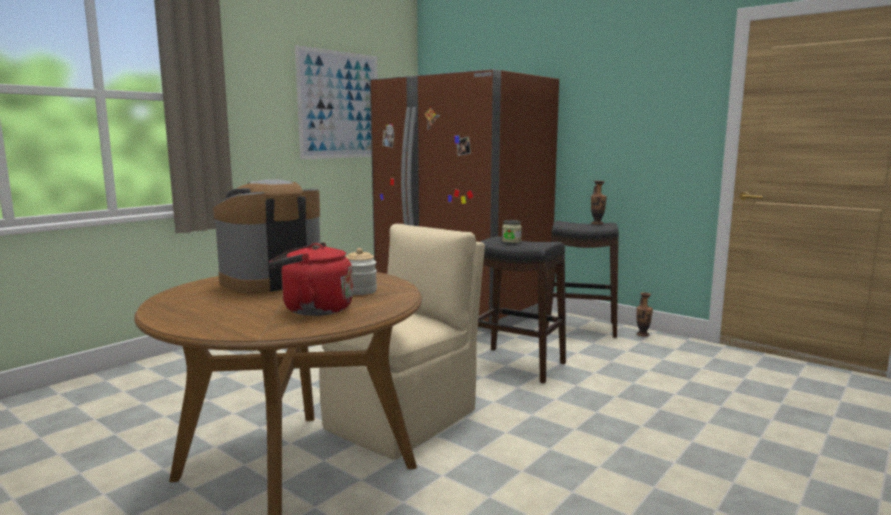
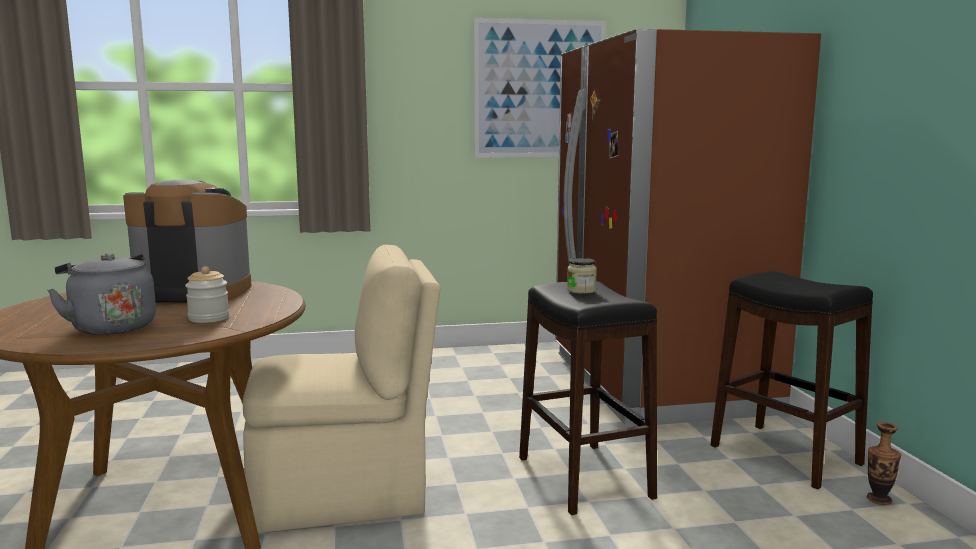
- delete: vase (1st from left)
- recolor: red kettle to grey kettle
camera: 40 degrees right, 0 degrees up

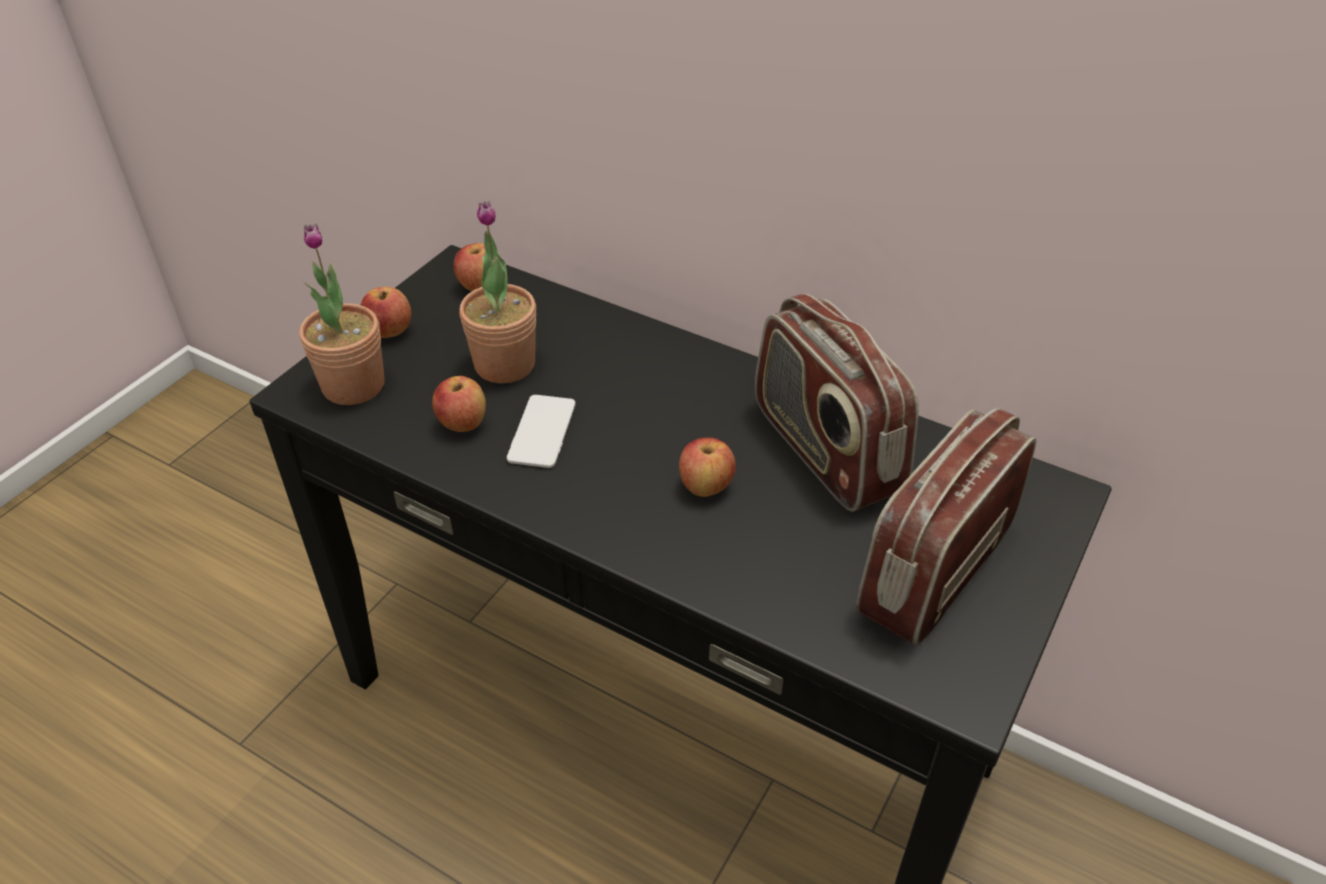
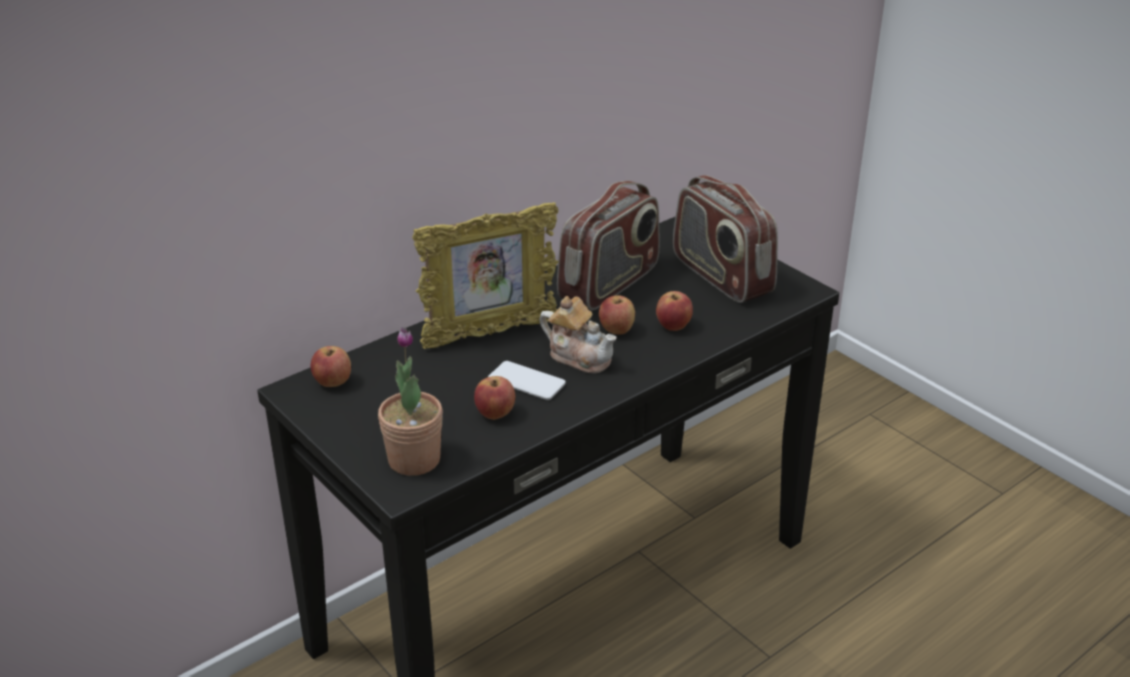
- delete: potted plant (2nd from left)
- move: apple (1st from left in the first image) to apple (4th from left)
- rotate: radio (1st from left) 45 degrees counterclockwise
- insert: picture frame
- insert: teapot
camera: 70 degrees left, 10 degrees down

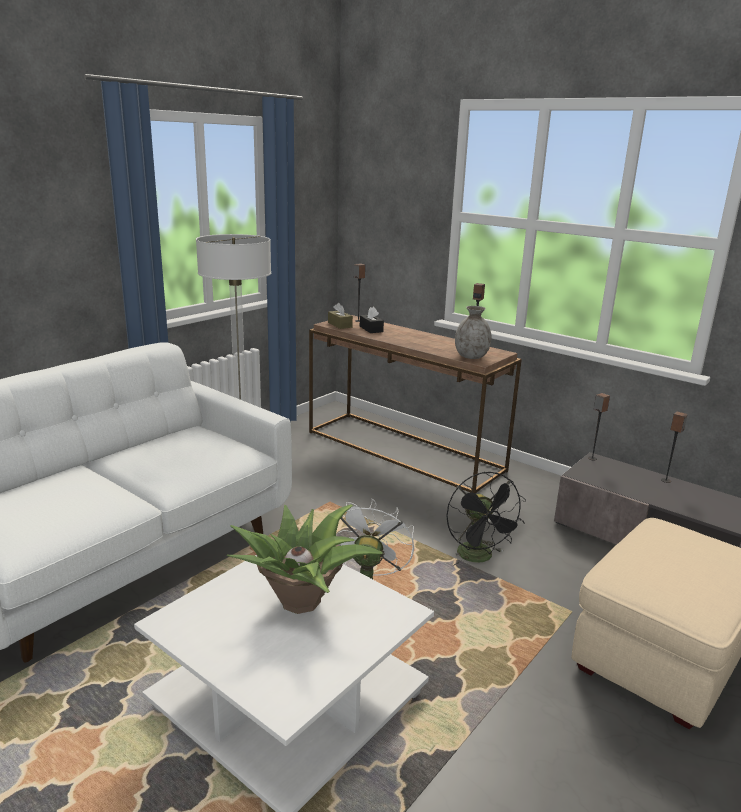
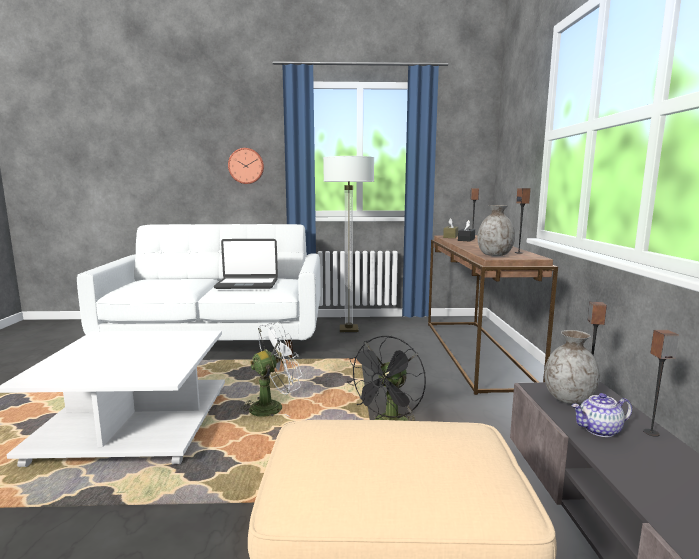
- delete: potted plant
- insert: wall clock
- insert: laptop
- insert: grey vase (2nd from left)
- insert: teapot
camera: 50 degrees right, 10 degrees down

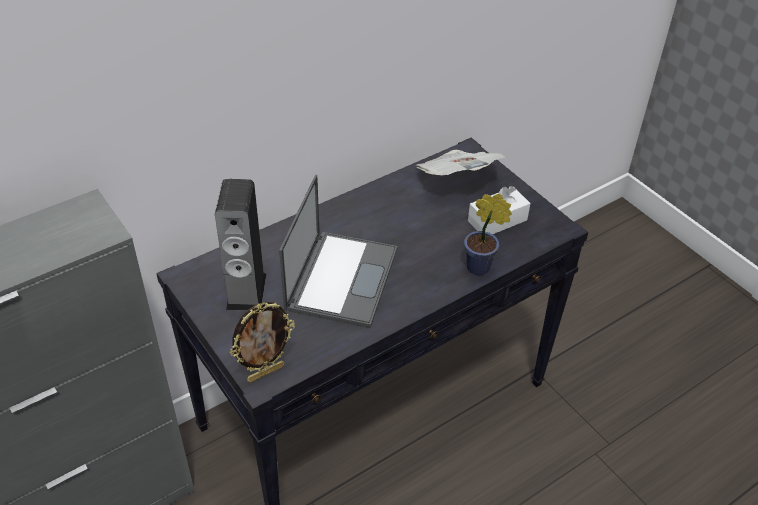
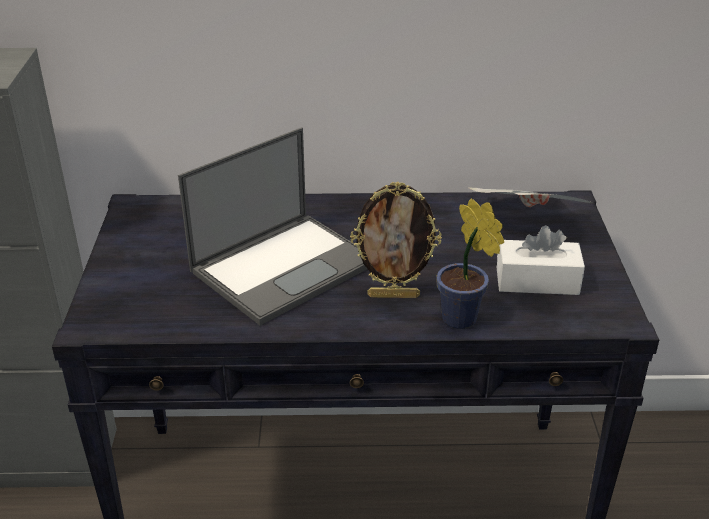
- delete: speaker
- move: picture frame
camera: 35 degrees right, 10 degrees down

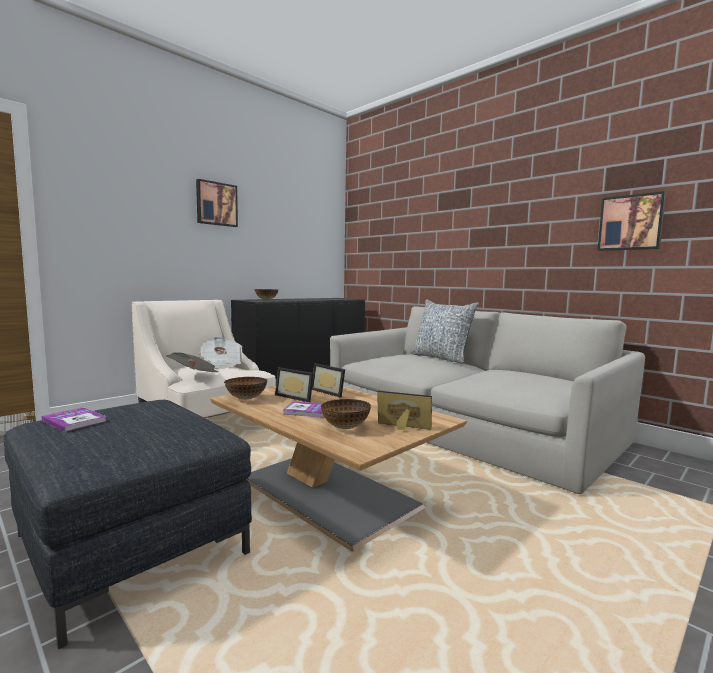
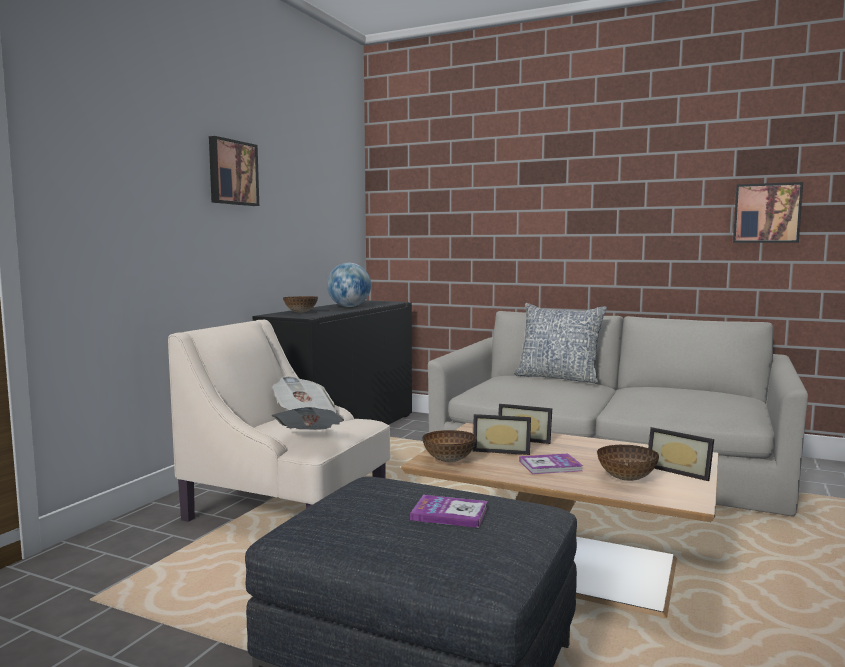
- rotate: picture frame (3rd from left) 135 degrees counterclockwise
- move: book (1st from left)
- insert: globe
camera: 20 degrees left, 0 degrees up

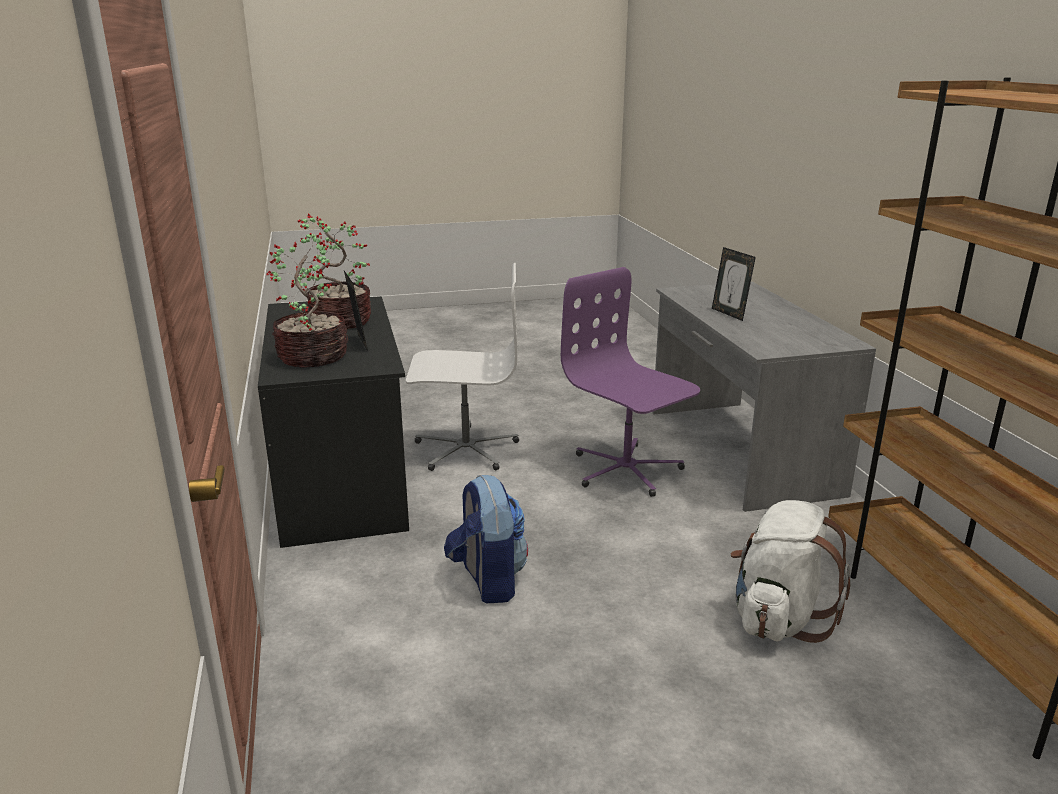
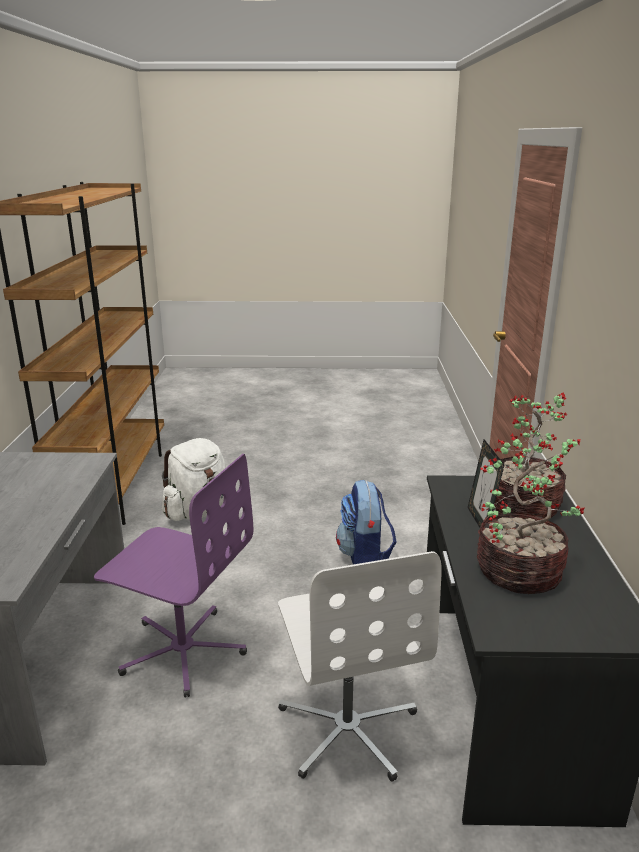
- delete: picture frame (2nd from left)
- rotate: white office chair 120 degrees counterclockwise
- rotate: purple office chair 45 degrees counterclockwise
camera: 165 degrees left, 0 degrees up

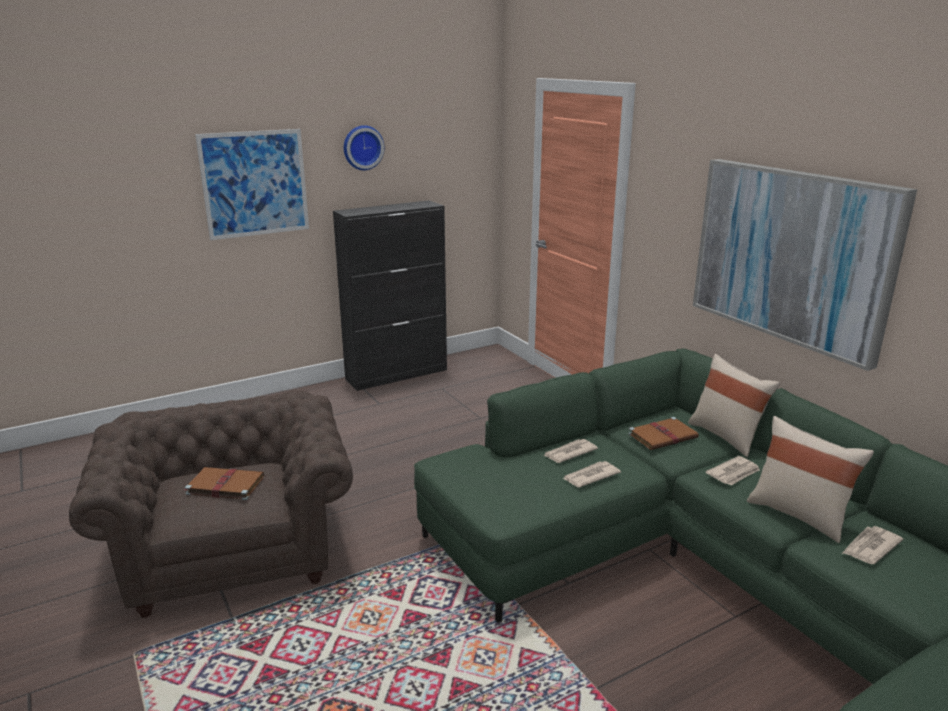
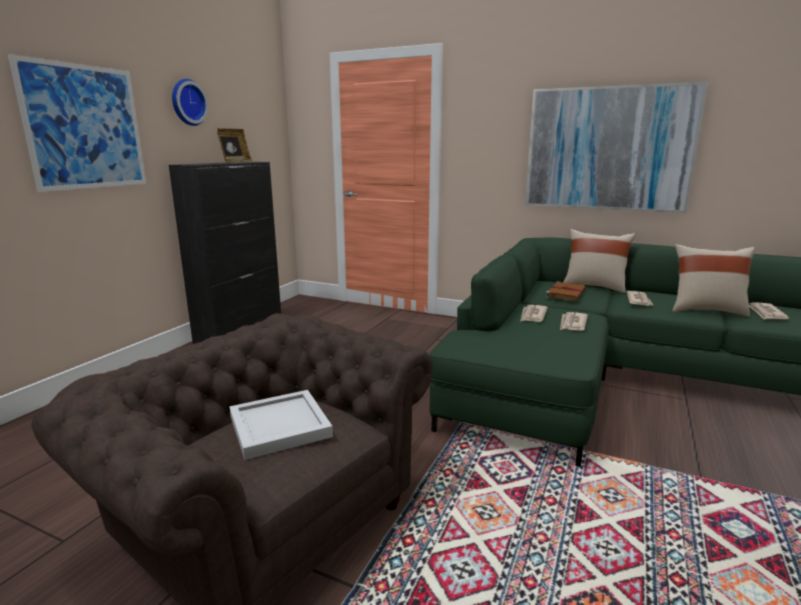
- replace: brown book (1st from left) to white tray
- insert: picture frame
camera: 35 degrees left, 5 degrees down

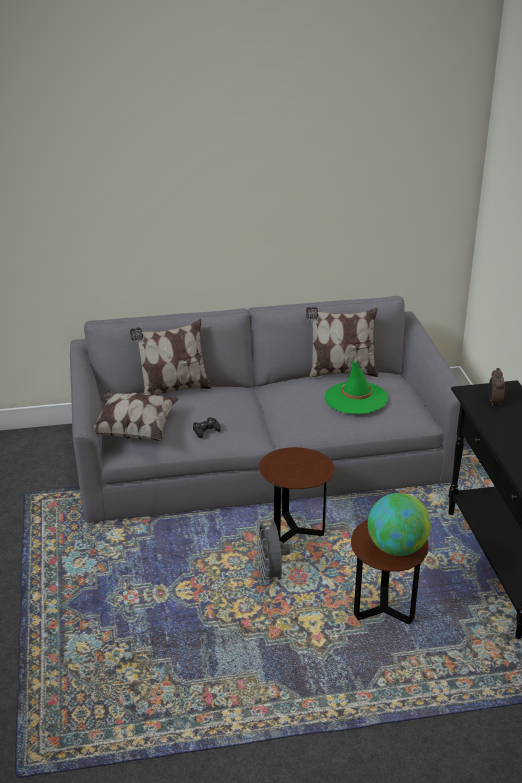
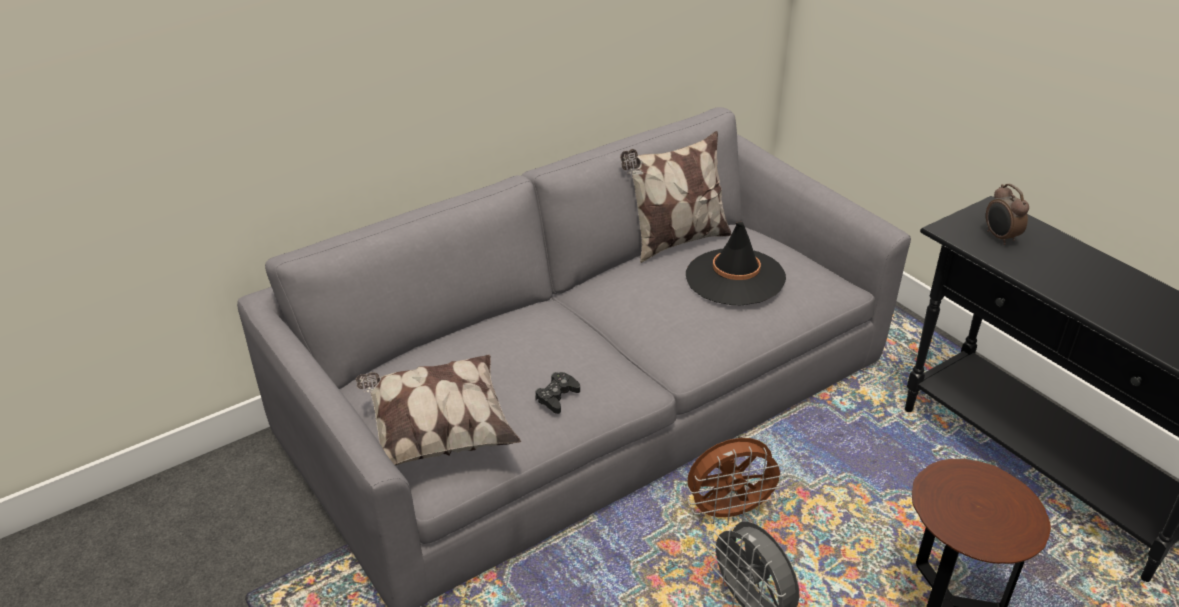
- delete: pillow (2nd from left)
- recolor: green hat to black hat
- replace: brown side table (1st from left) to brown fan
- delete: globe
camera: 25 degrees left, 5 degrees up

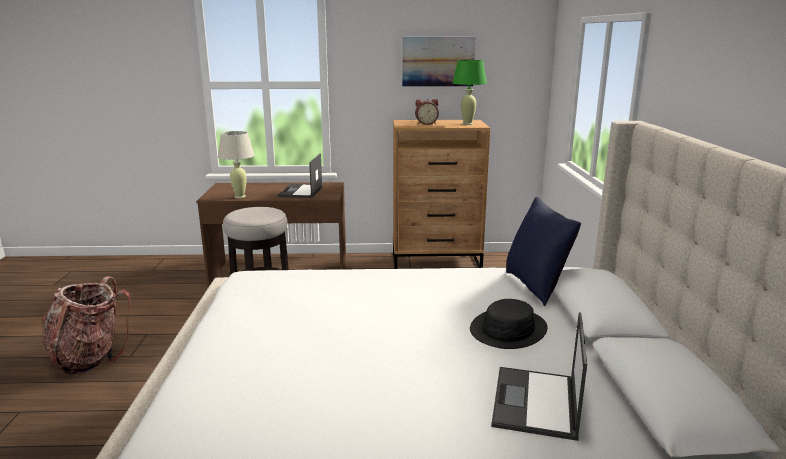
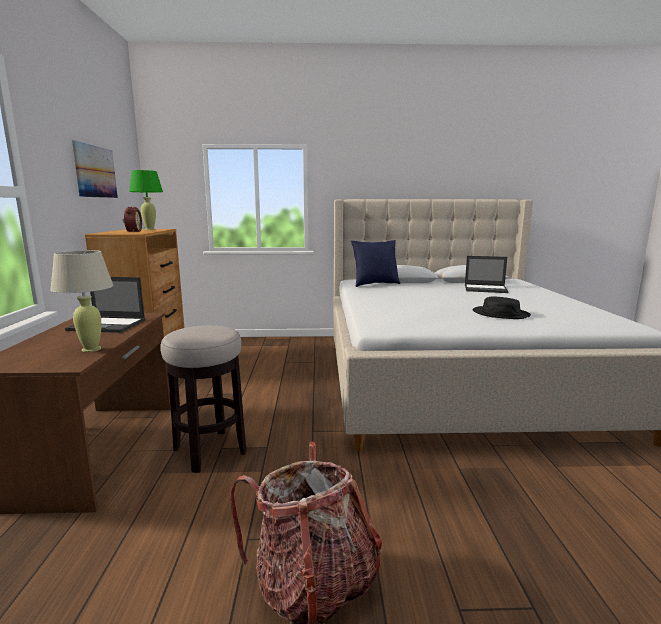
- move: black hat
camera: 90 degrees left, 5 degrees down

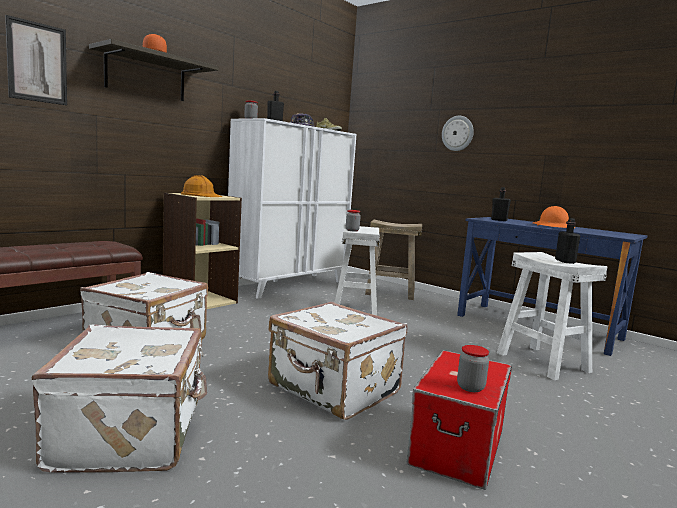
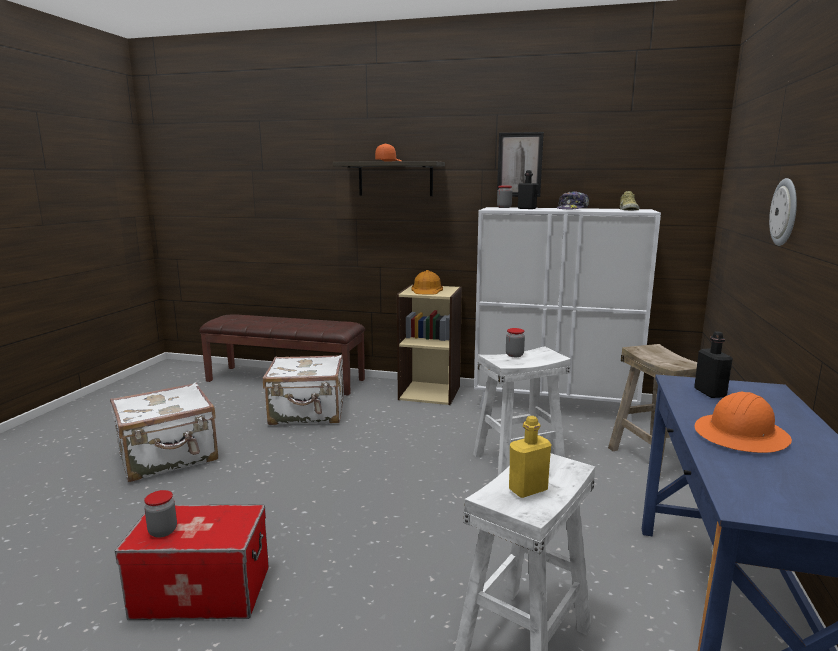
- move: picture
- recolor: black bottle (3rd from left) to yellow bottle
- delete: white suitcase (3rd from left)
camera: 65 degrees right, 5 degrees up

